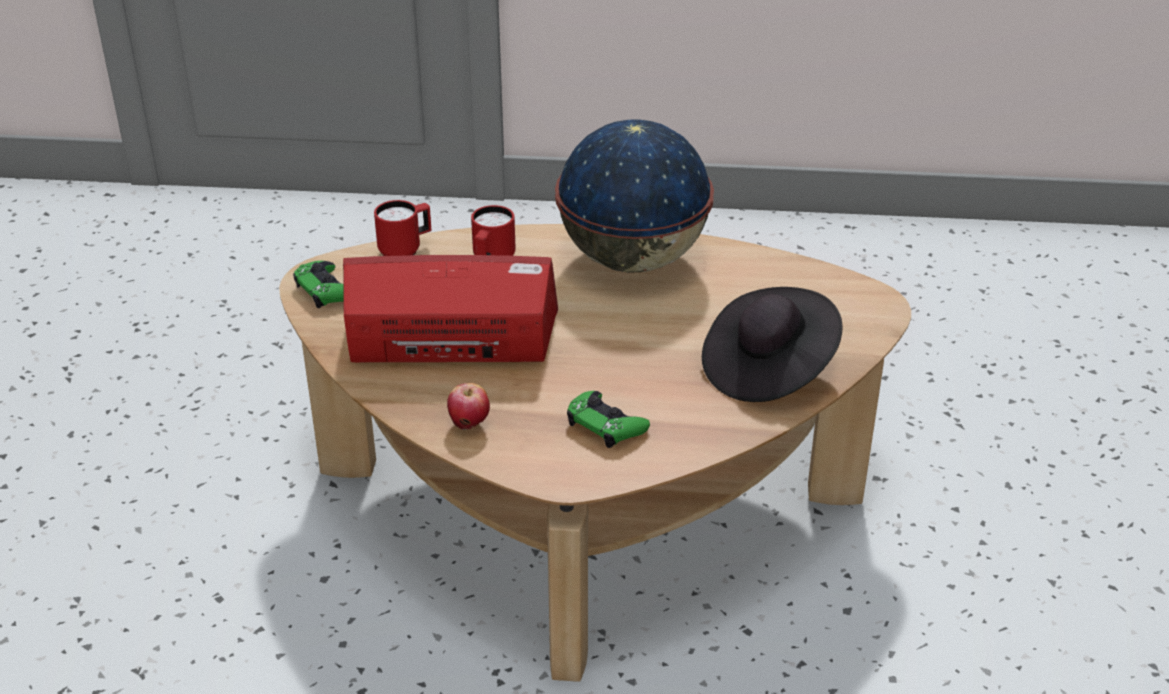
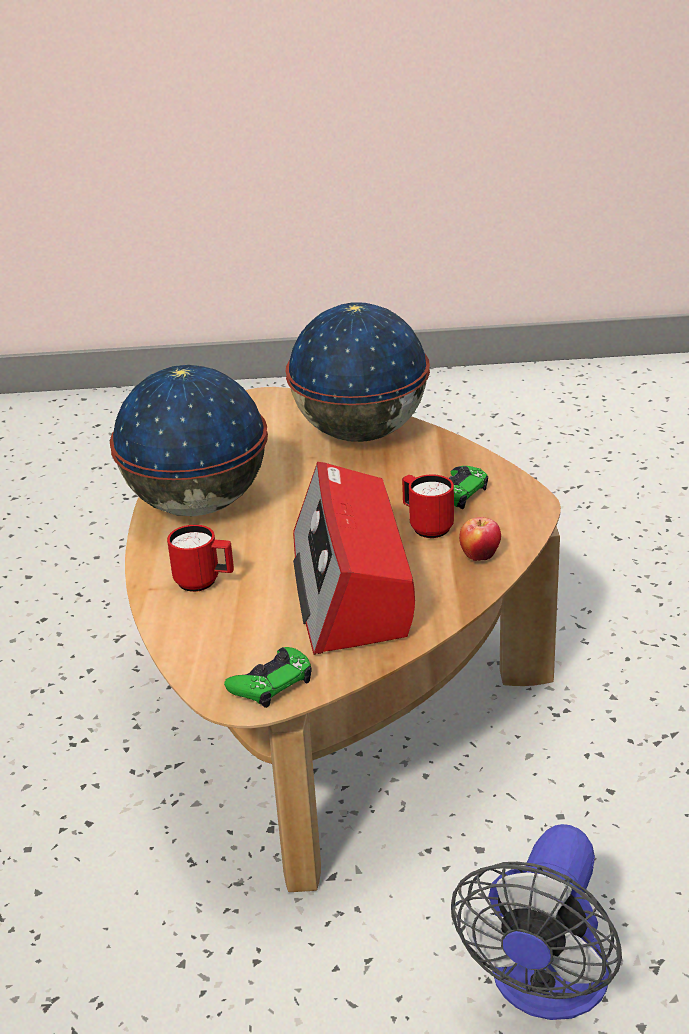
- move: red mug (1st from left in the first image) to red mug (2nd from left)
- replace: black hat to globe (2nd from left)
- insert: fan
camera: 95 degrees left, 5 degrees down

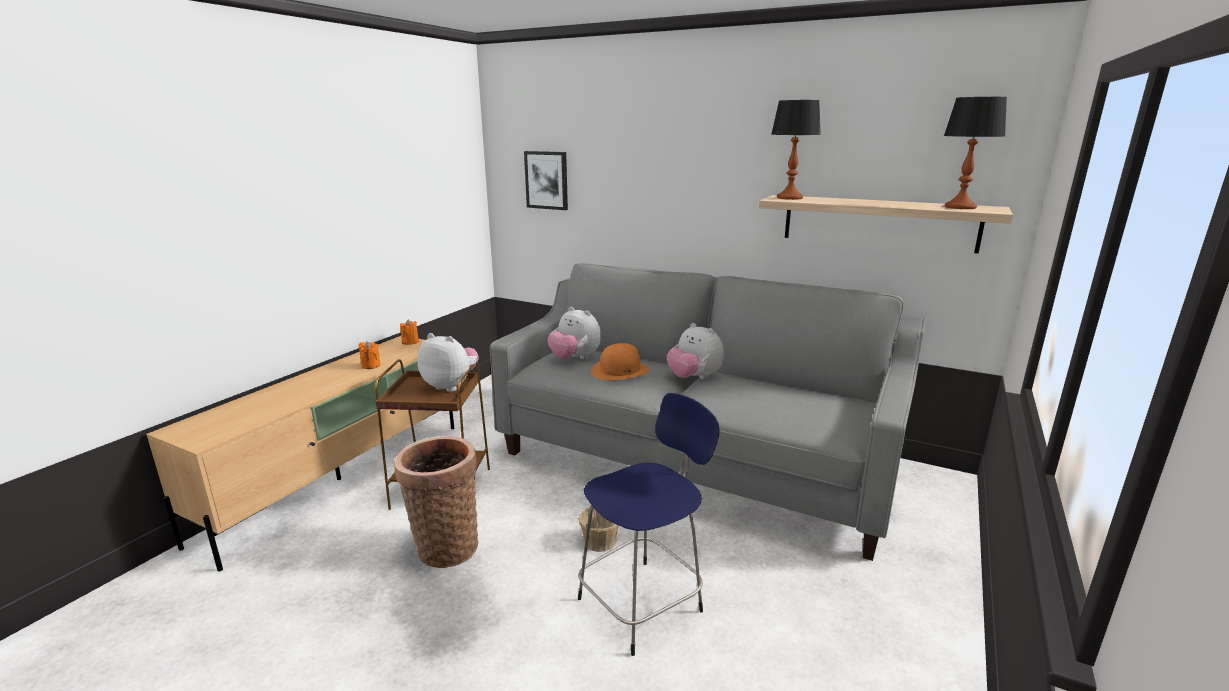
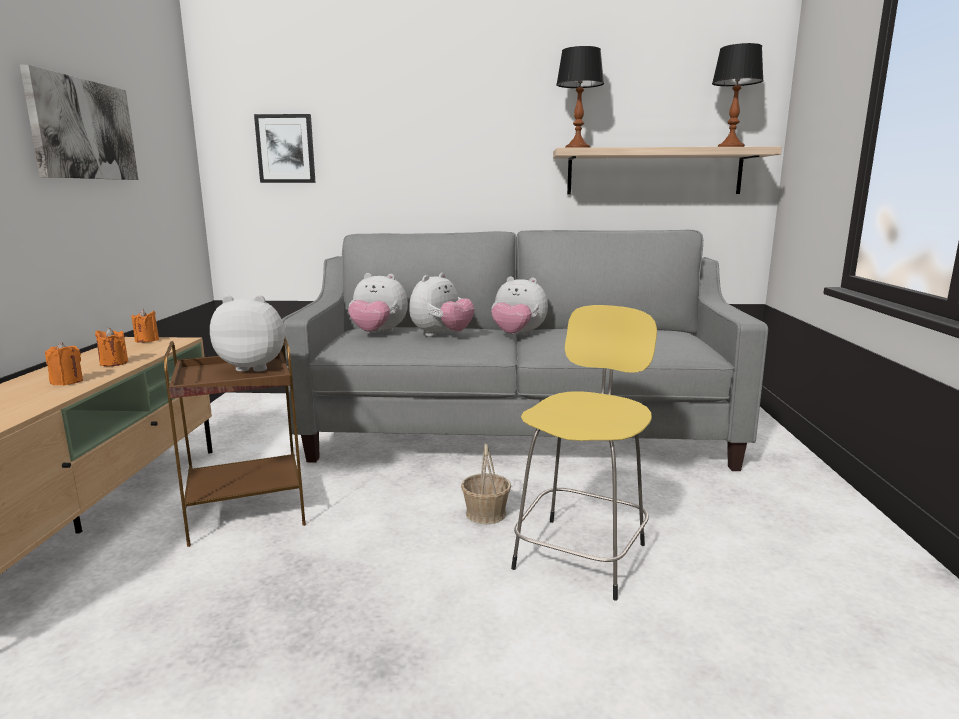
- replace: orange hat to plush toy (3rd from left)
- recolor: blue stool to yellow stool
- delete: basket (1st from left)
- insert: picture (1st from left)
- insert: orange candle (1st from left)
camera: 25 degrees left, 5 degrees down

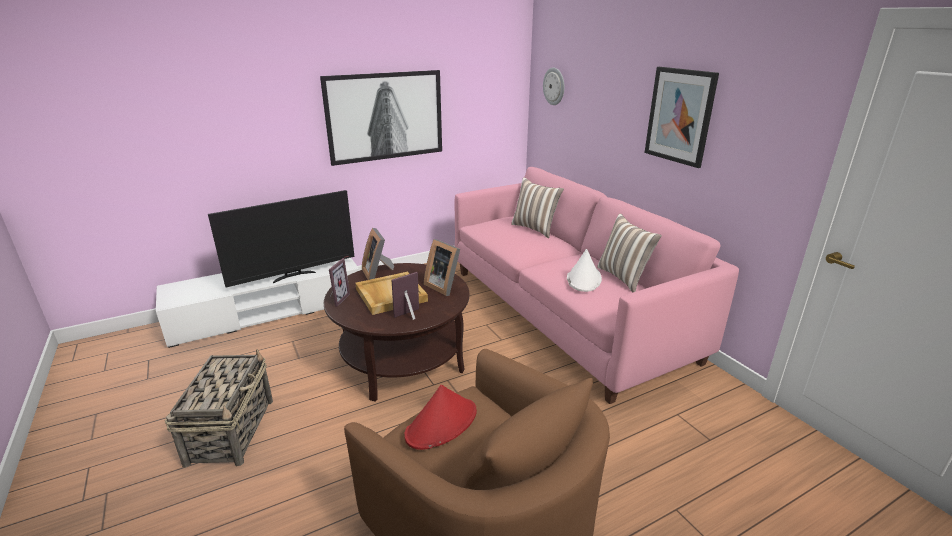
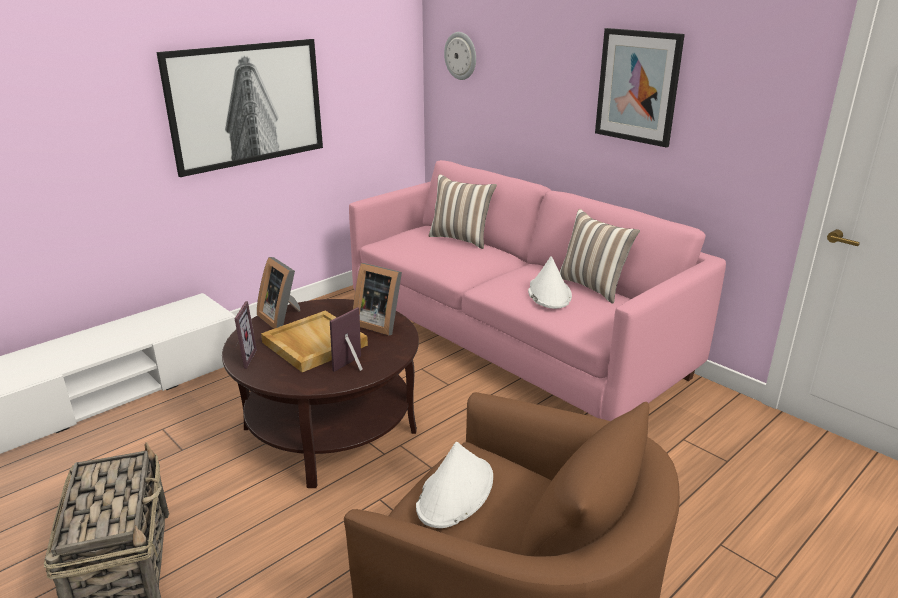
- delete: television
- recolor: red hat to white hat (1st from left)
camera: 15 degrees left, 0 degrees up

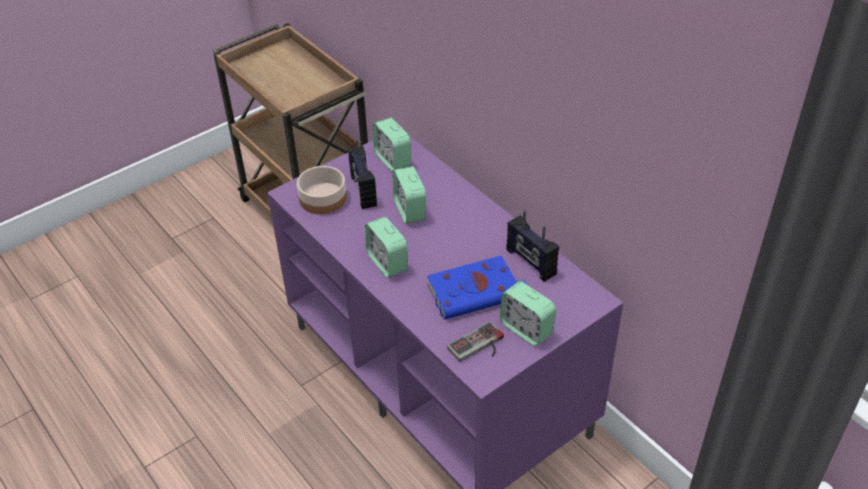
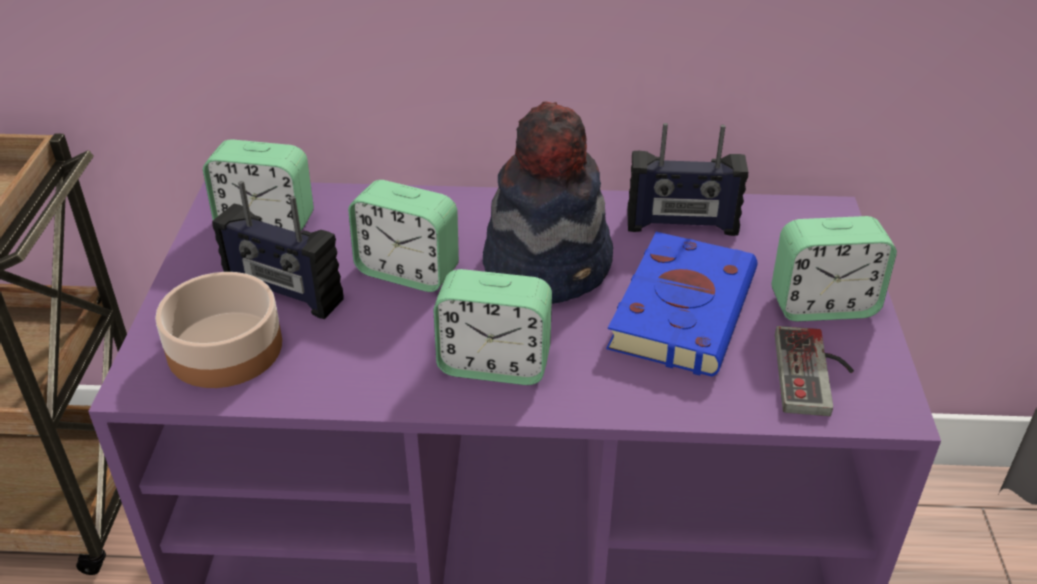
- insert: hat
camera: 50 degrees left, 5 degrees down

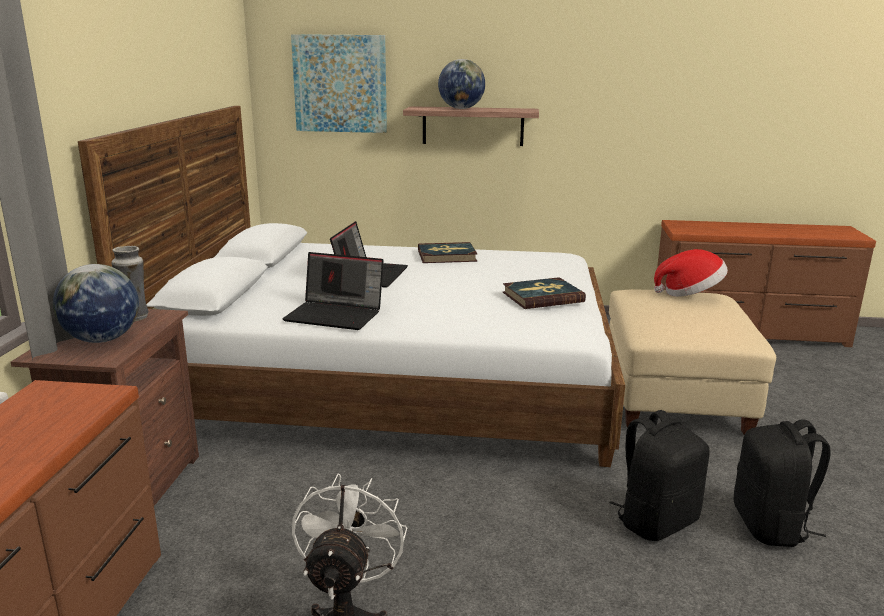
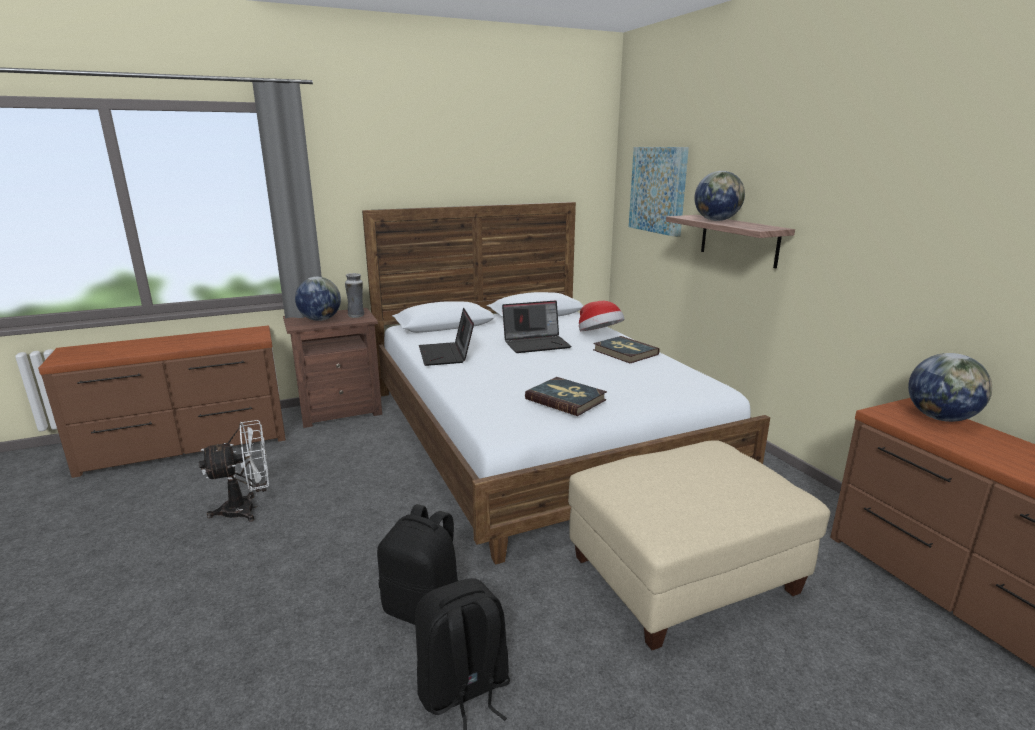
- move: hat
- insert: globe (3rd from left)
camera: 60 degrees right, 0 degrees up

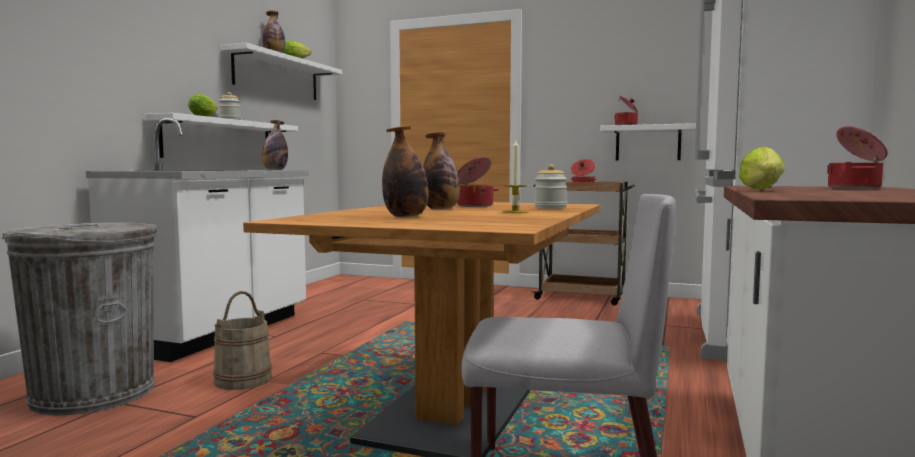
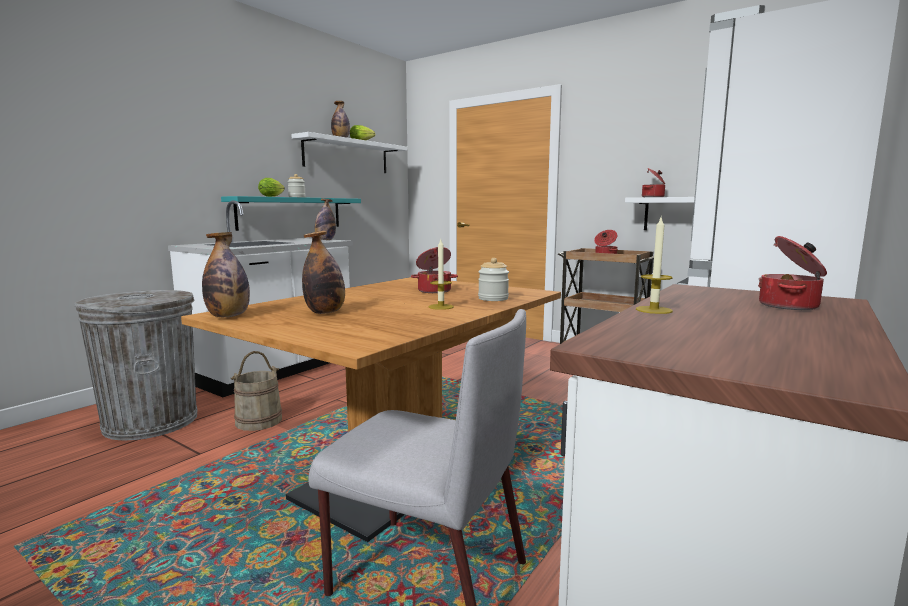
- recolor: white shelf (1st from left) to turquoise shelf
- move: bottle (4th from left in the first image) to bottle (1st from left)
- replace: lettuce (3rd from left) to candle (2nd from left)
camera: 15 degrees right, 5 degrees up

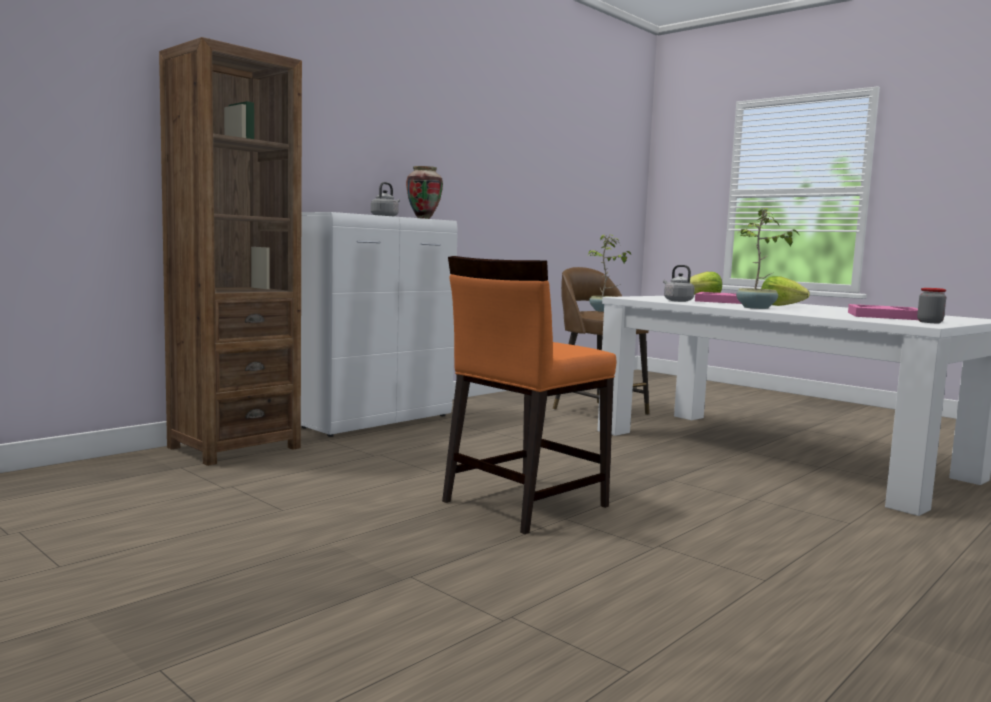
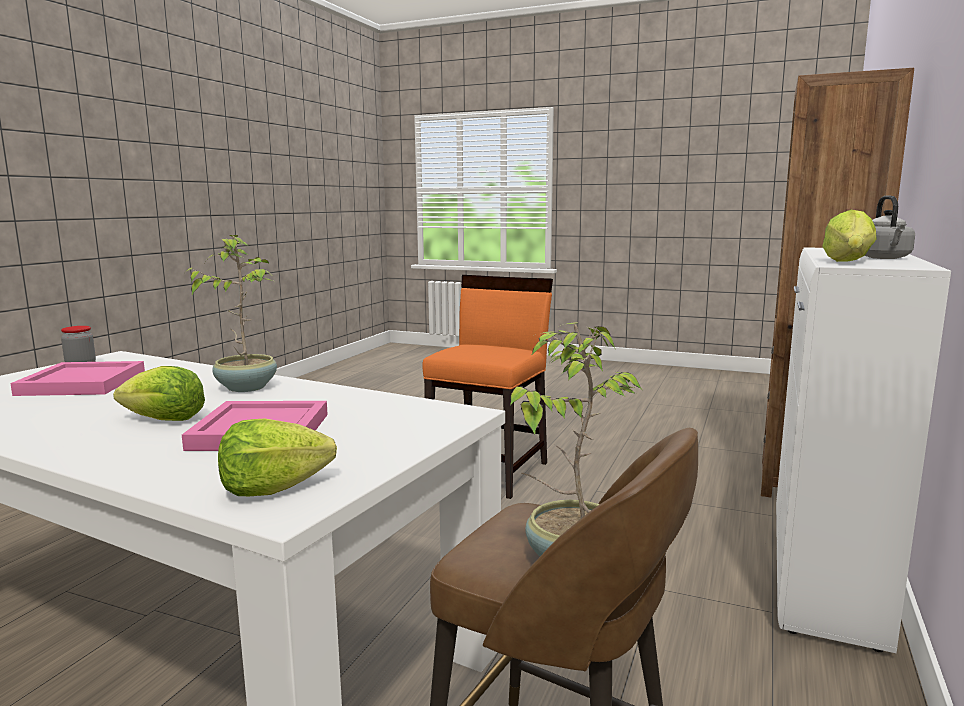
- replace: vase to lettuce (3rd from left)
- delete: grey kettle (2nd from left)
camera: 160 degrees right, 5 degrees up

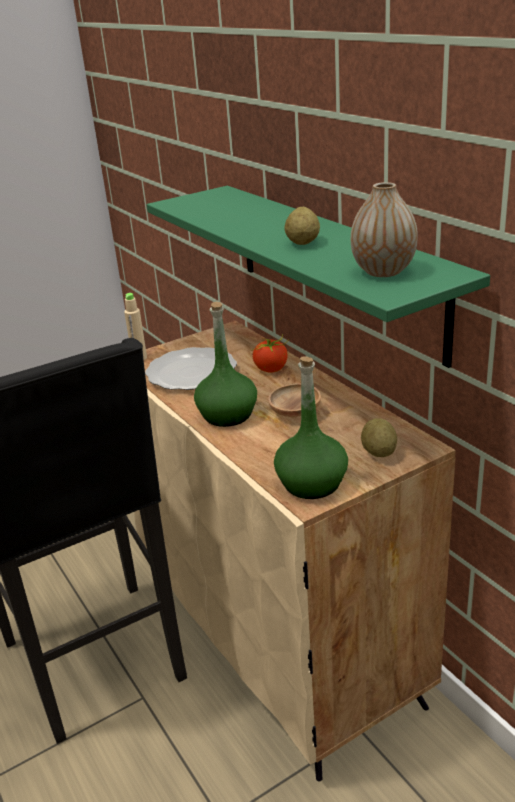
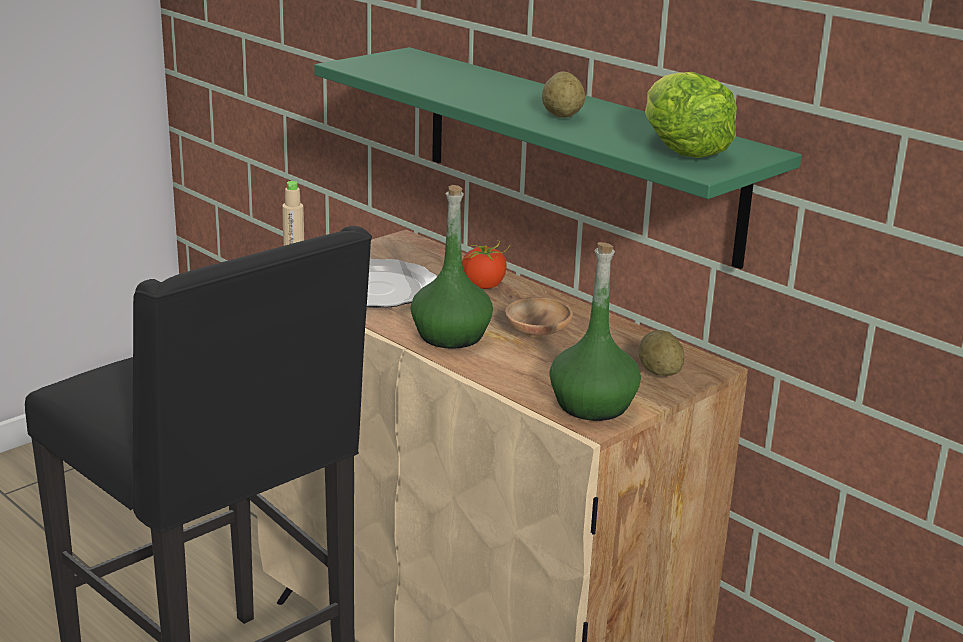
- replace: vase to lettuce
camera: 15 degrees left, 5 degrees down

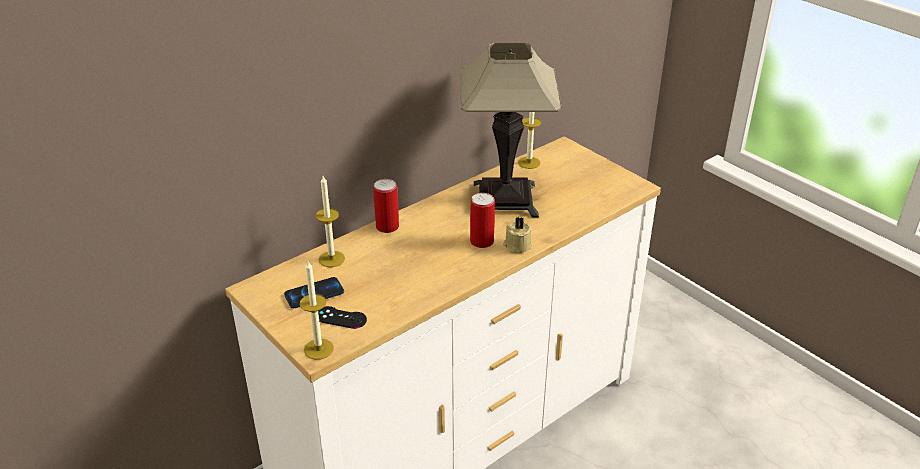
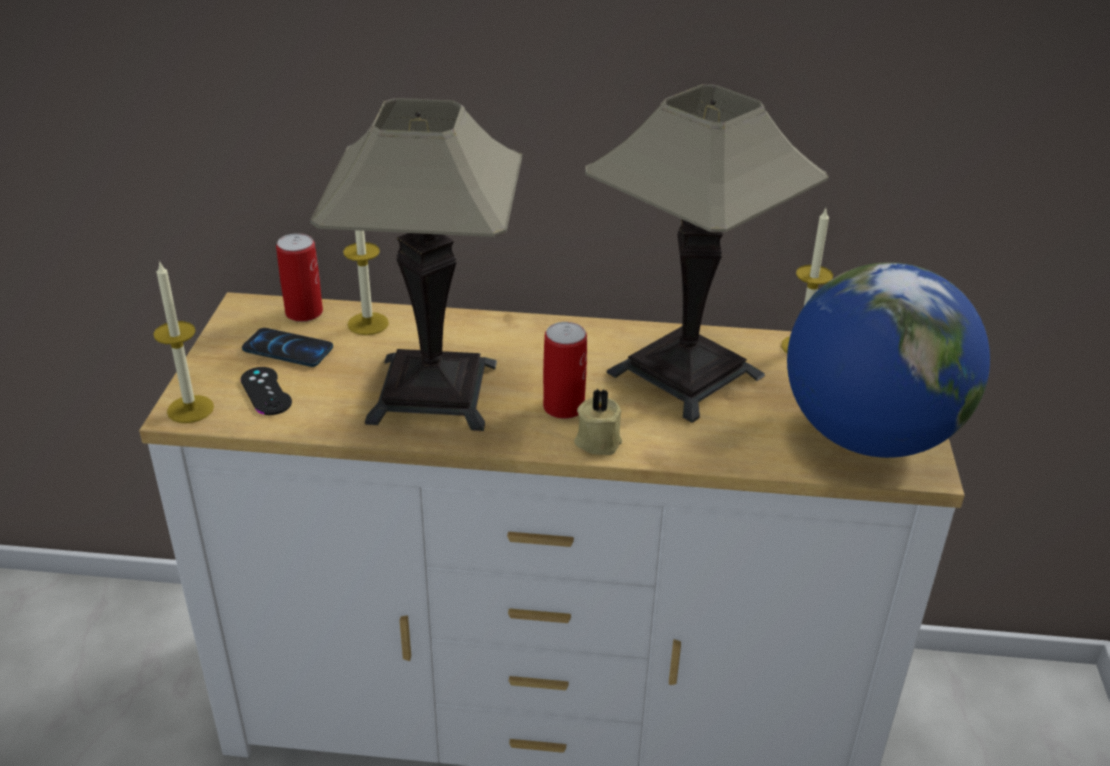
- move: can (1st from left)
- insert: table lamp (1st from left)
- insert: globe
camera: 45 degrees right, 0 degrees up

